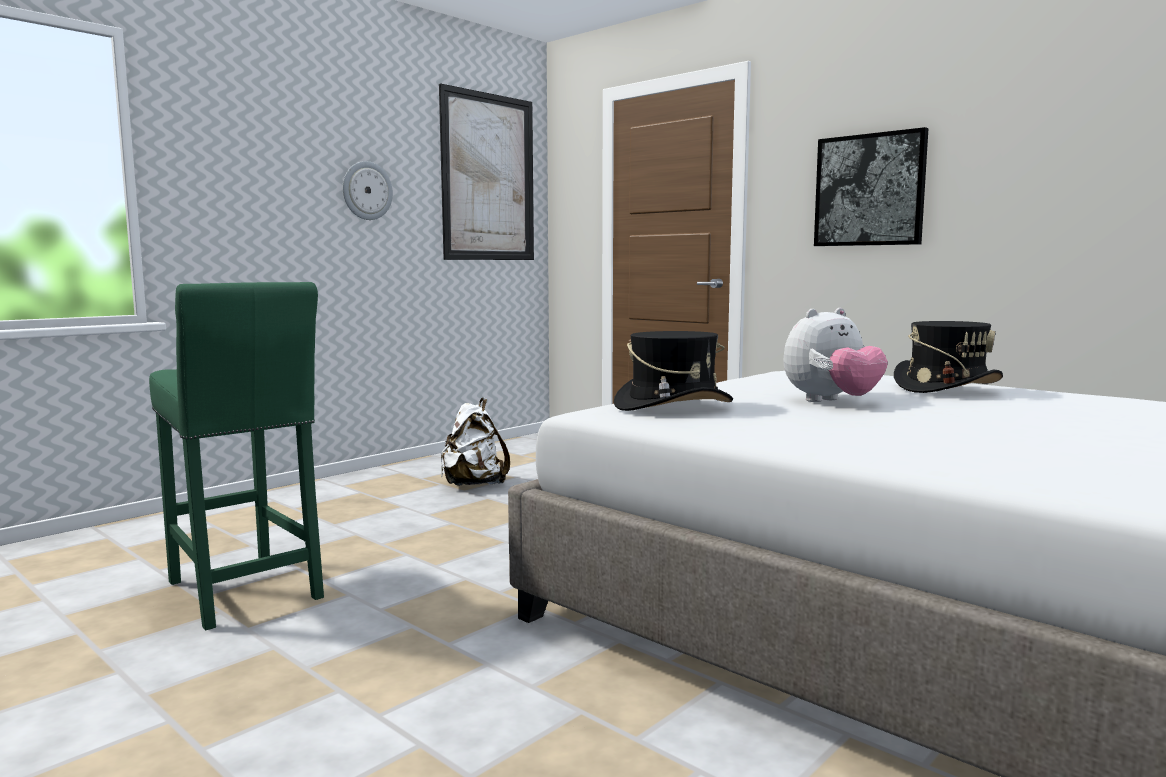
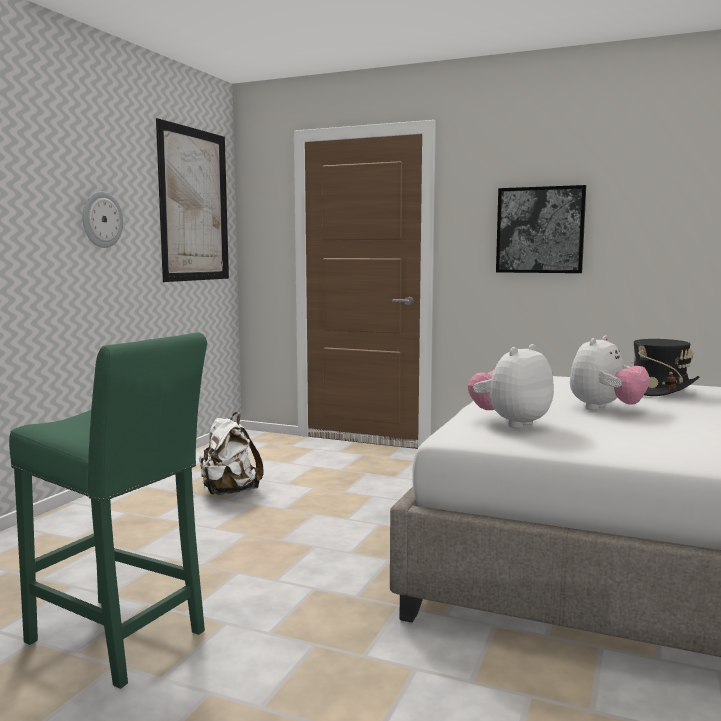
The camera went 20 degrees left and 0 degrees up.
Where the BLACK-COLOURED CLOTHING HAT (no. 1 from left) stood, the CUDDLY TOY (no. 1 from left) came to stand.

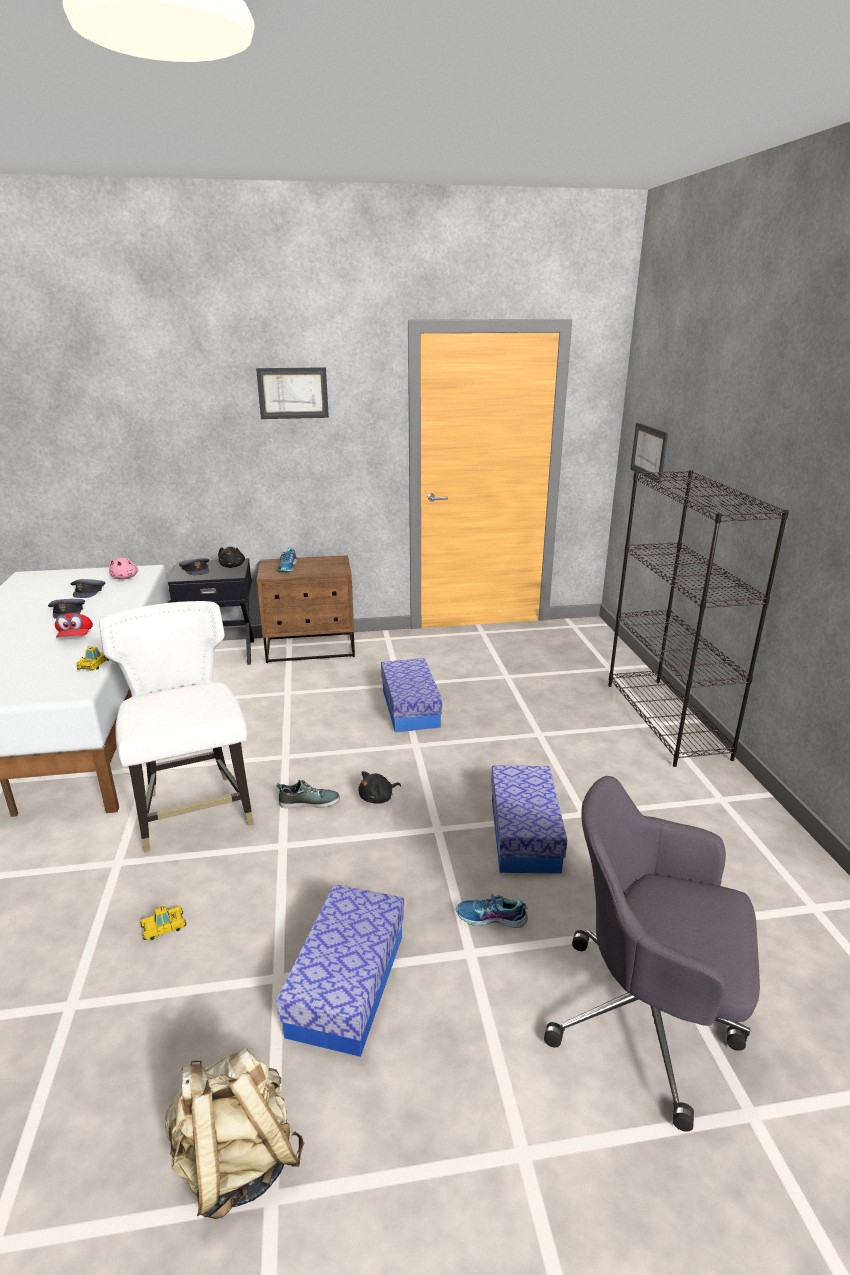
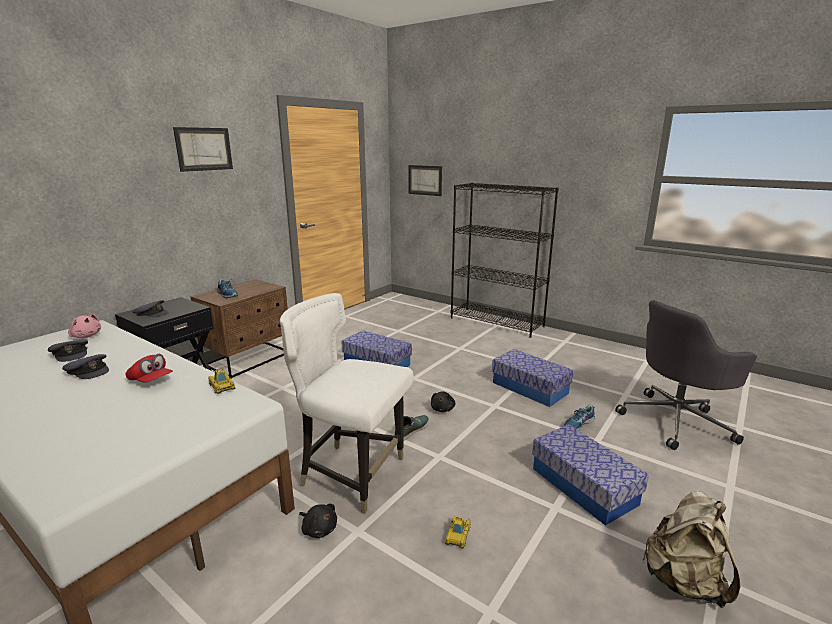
The camera went 45 degrees left and 5 degrees down.
The BLACK-COLOURED CUDDLY TOY (no. 1 from left) ended up elsewhere.

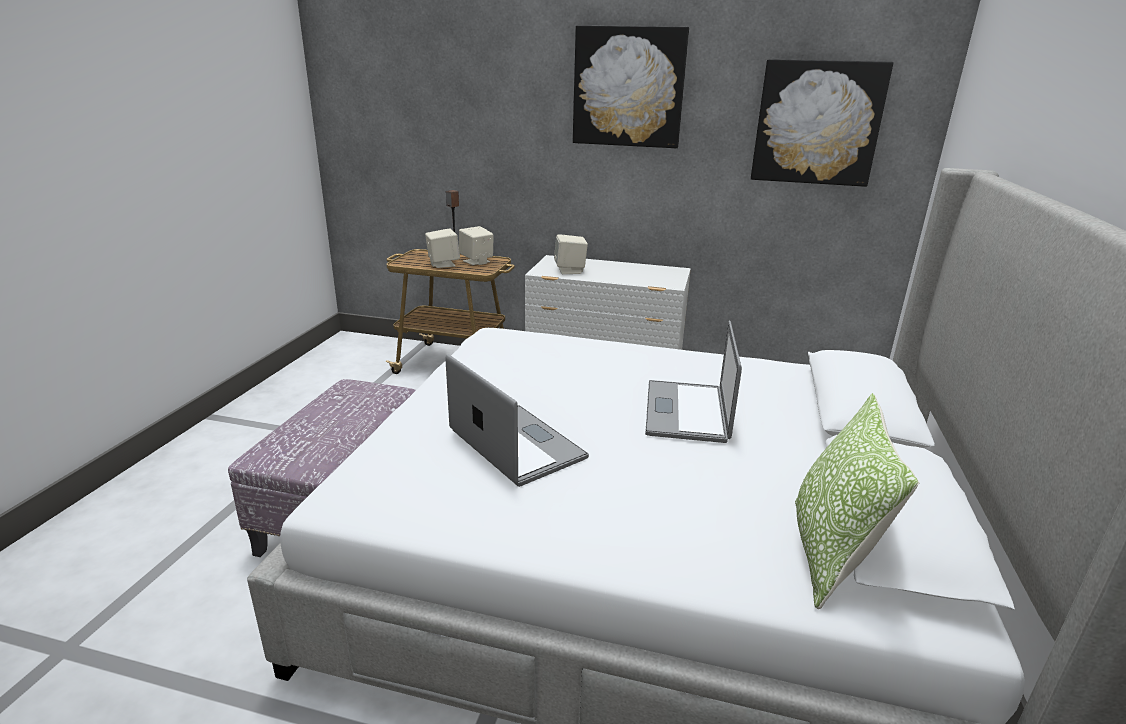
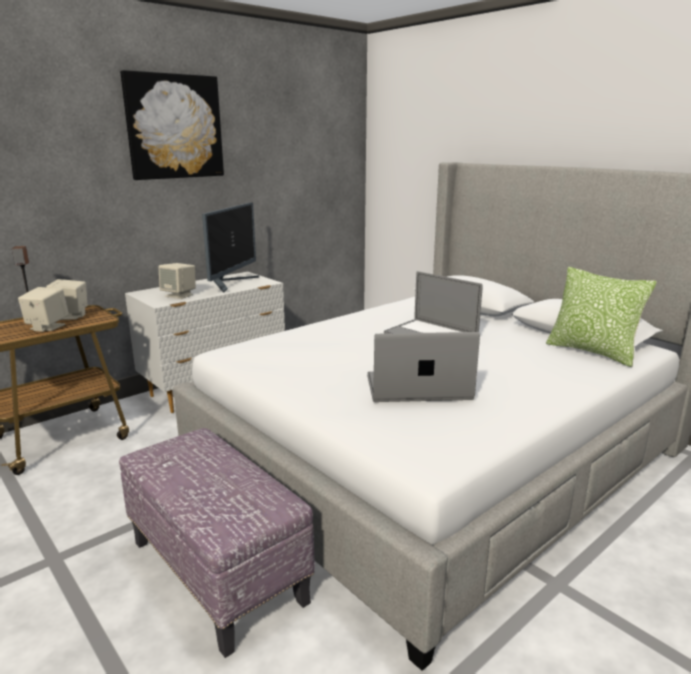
The camera went 55 degrees left and 5 degrees down.
The second view lost the WALL PICTURE (no. 2 from left).
The second view gained the COMPUTER DISPLAY.

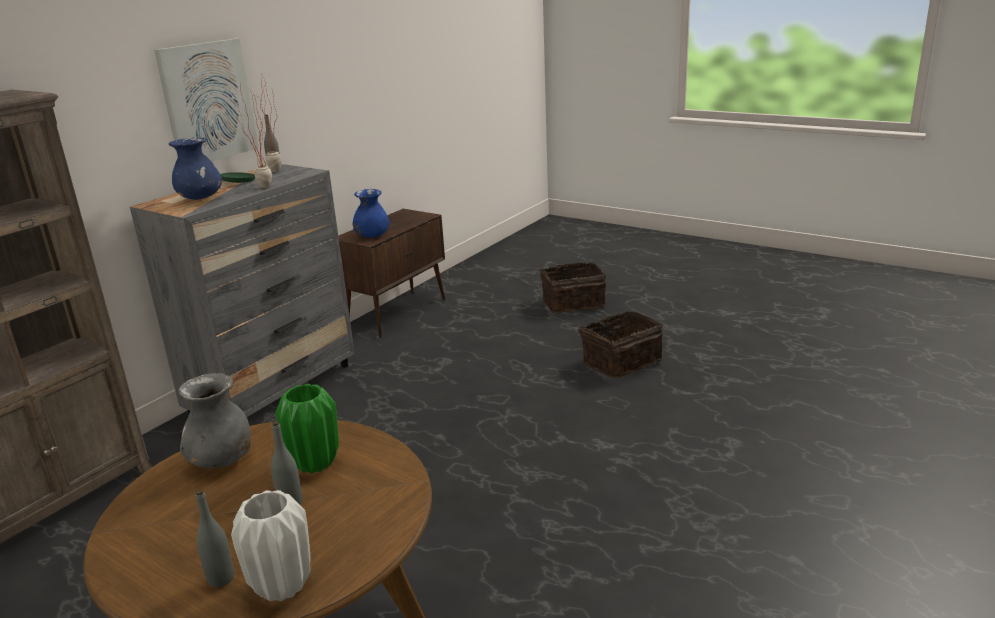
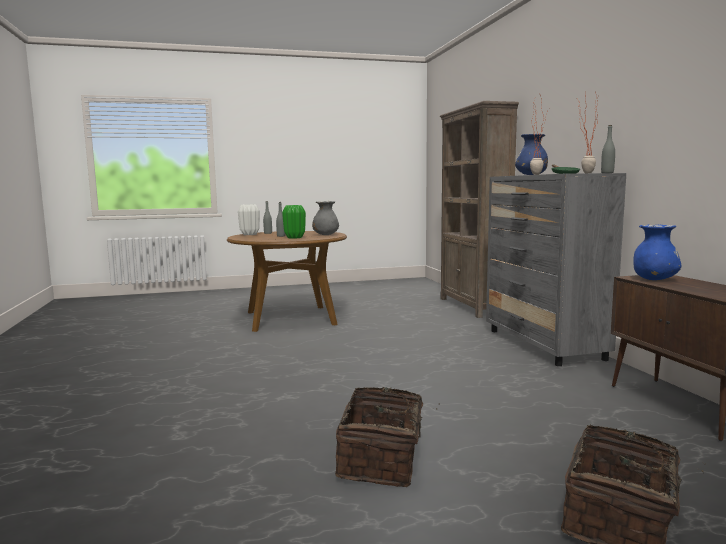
The camera went 130 degrees right and 15 degrees down.
The second view lost the WALL PICTURE.

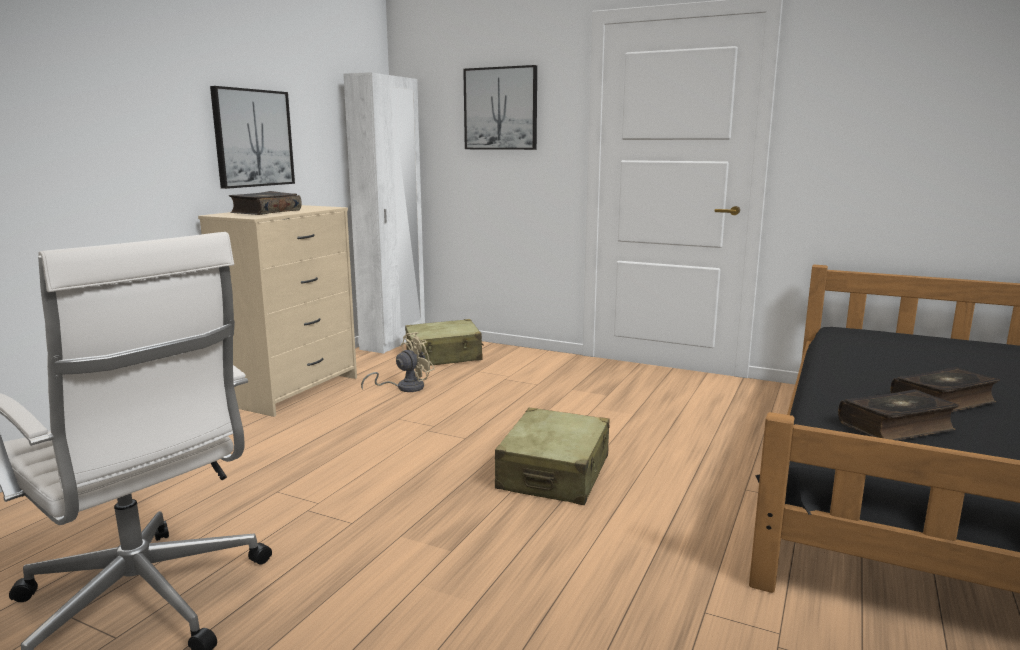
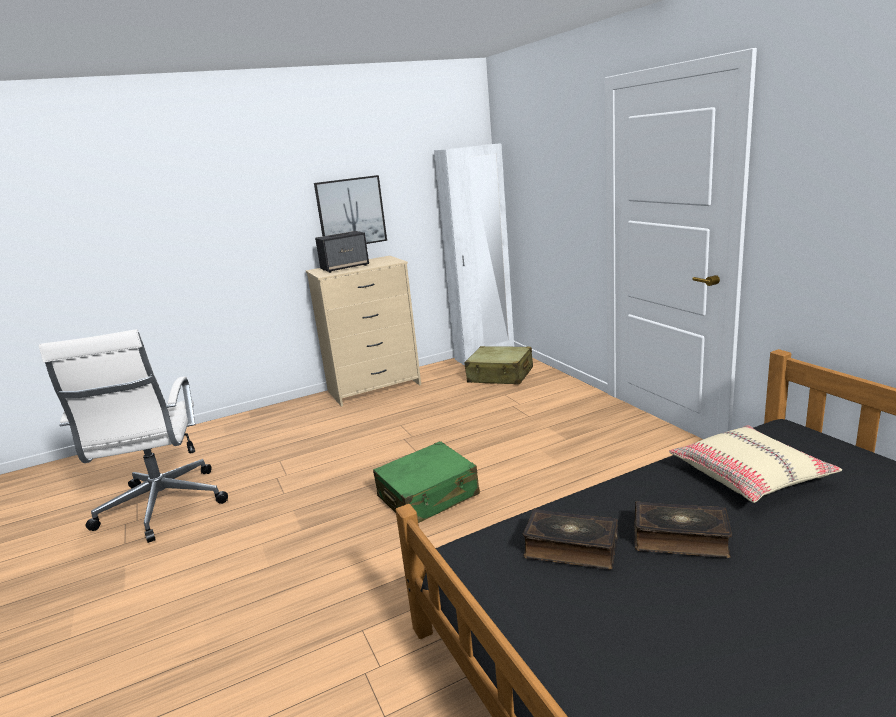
The camera went 40 degrees right and 5 degrees up.
Where the VOLUME (no. 1 from left) stood, the SPEAKER came to stand.
The second view lost the BEIGE FAN.
The second view lost the WALL PICTURE (no. 2 from left).
What was the BEIGE PIECE OF LUGGAGE (no. 2 from left) turned into the GREEN-COLOURED PIECE OF LUGGAGE.
The second view gained the BEIGE CUSHION.

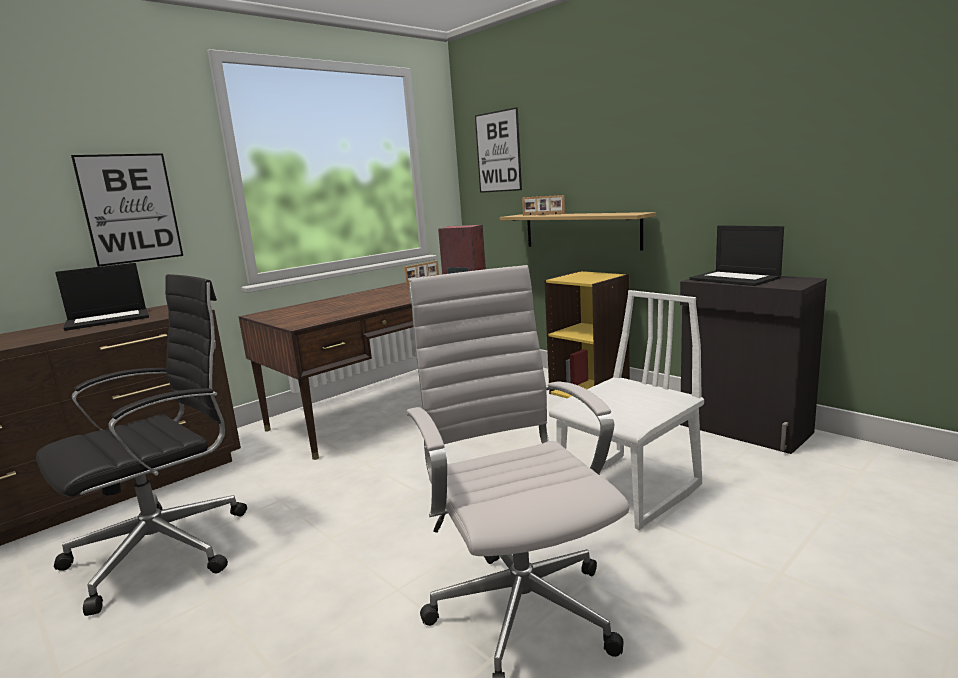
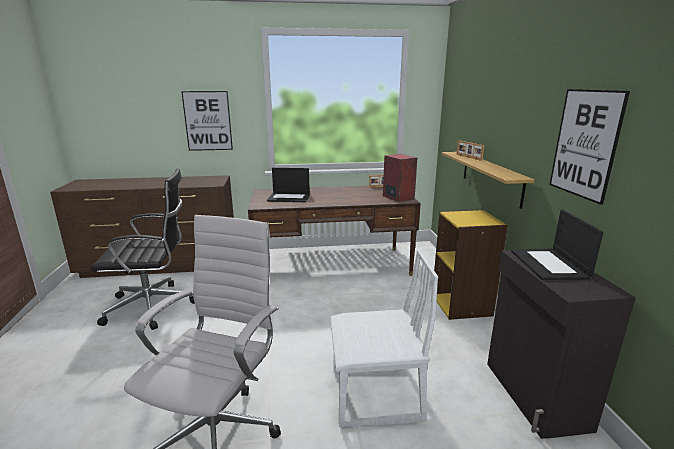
The camera went 35 degrees right and 5 degrees up.
The NOTEBOOK COMPUTER (no. 1 from left) ended up elsewhere.
The WALL PICTURE (no. 2 from left) ended up elsewhere.

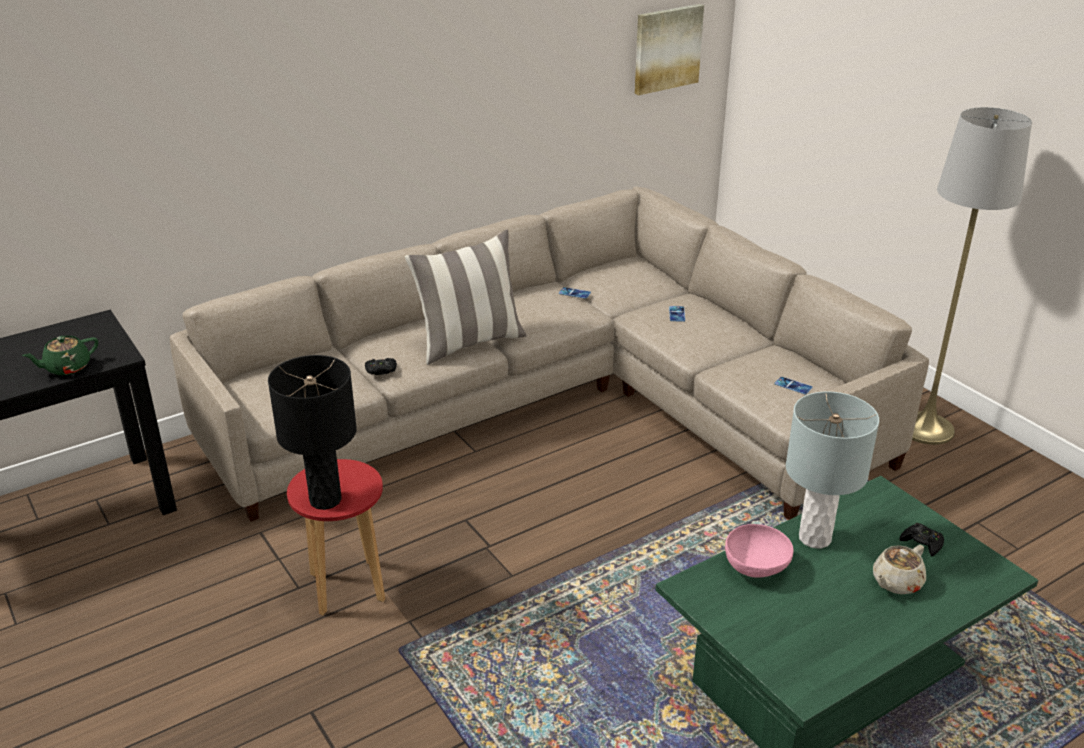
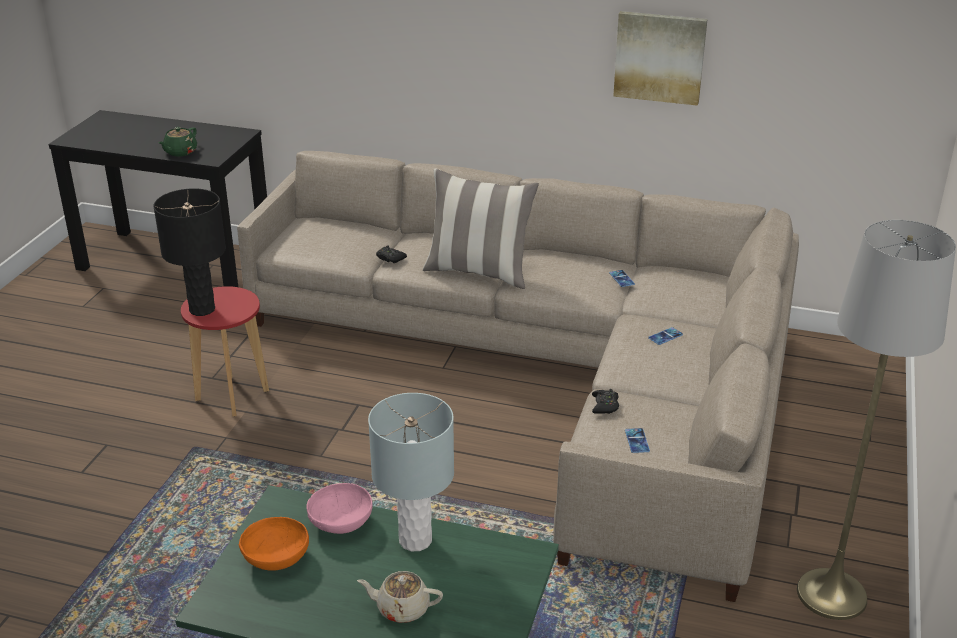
The camera went 50 degrees right and 0 degrees up.
The GREEN-COLOURED TEA POT ended up facing another way, 75 degrees counterclockwise from before.
The WALL PICTURE ended up elsewhere.
The BLACK-COLOURED GAMEPAD (no. 2 from left) ended up elsewhere.
The second view gained the ORANGE DEEP DISH.

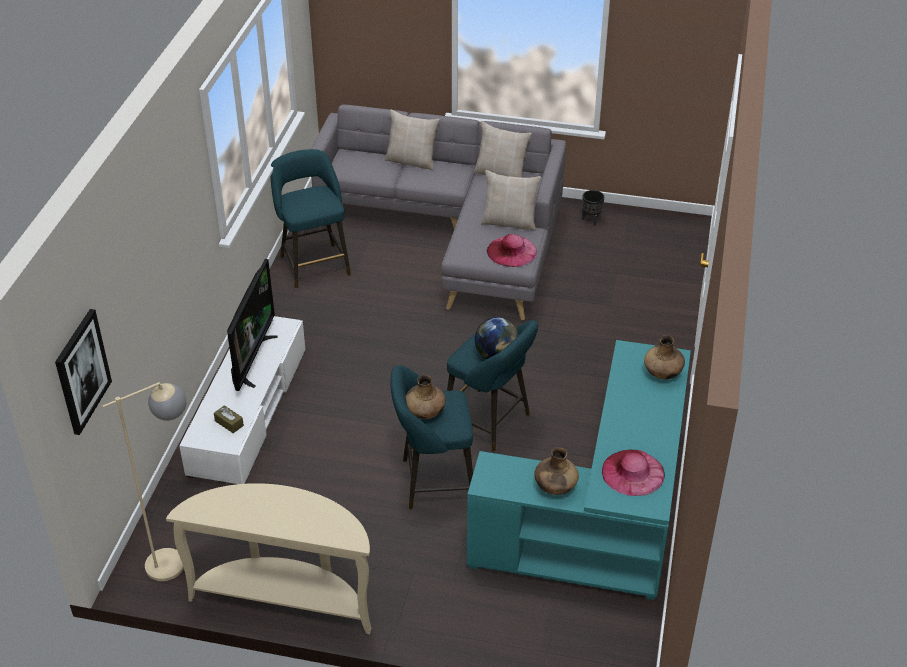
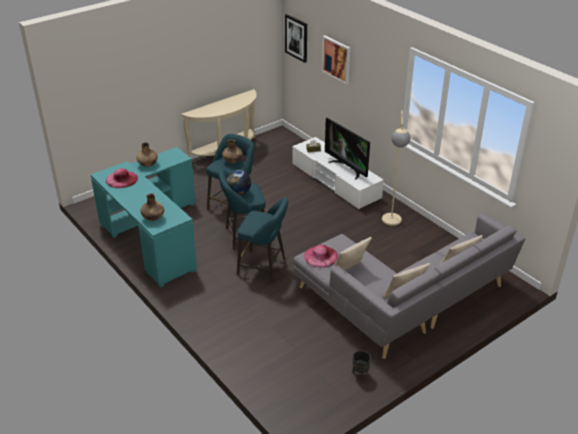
The camera went 130 degrees right and 5 degrees down.
The BEIGE STANDING LAMP ended up elsewhere.
The TURQUOISE STOOL SEAT (no. 1 from left in the first image) ended up elsewhere.
The second view gained the WALL PICTURE (no. 2 from left).

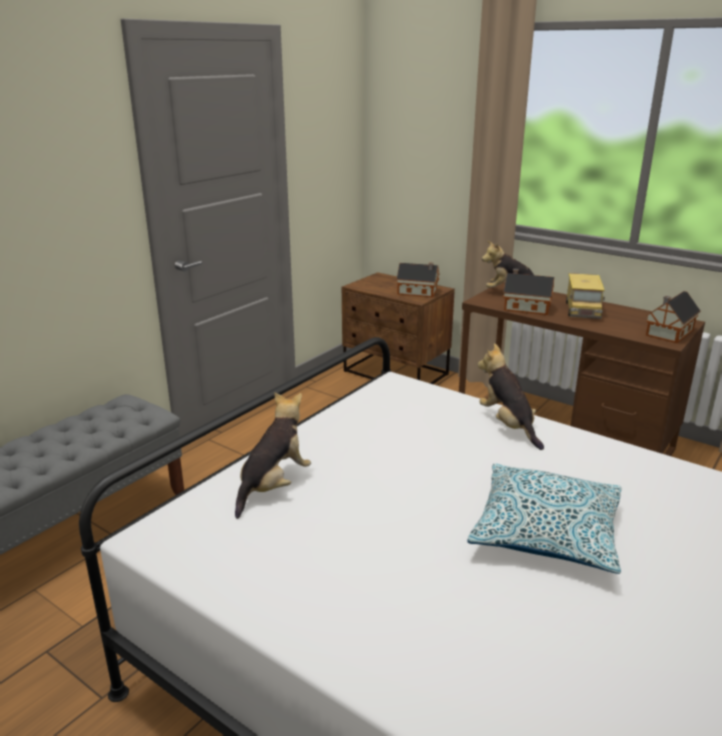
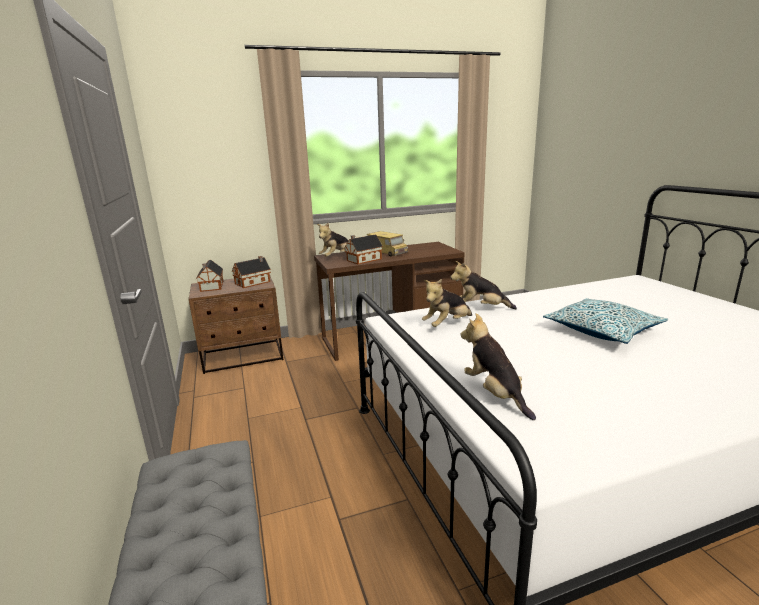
The camera went 55 degrees left and 5 degrees down.
The MODEL HOUSE (no. 3 from left in the first image) ended up elsewhere.
The second view gained the CUDDLY TOY (no. 2 from left).

